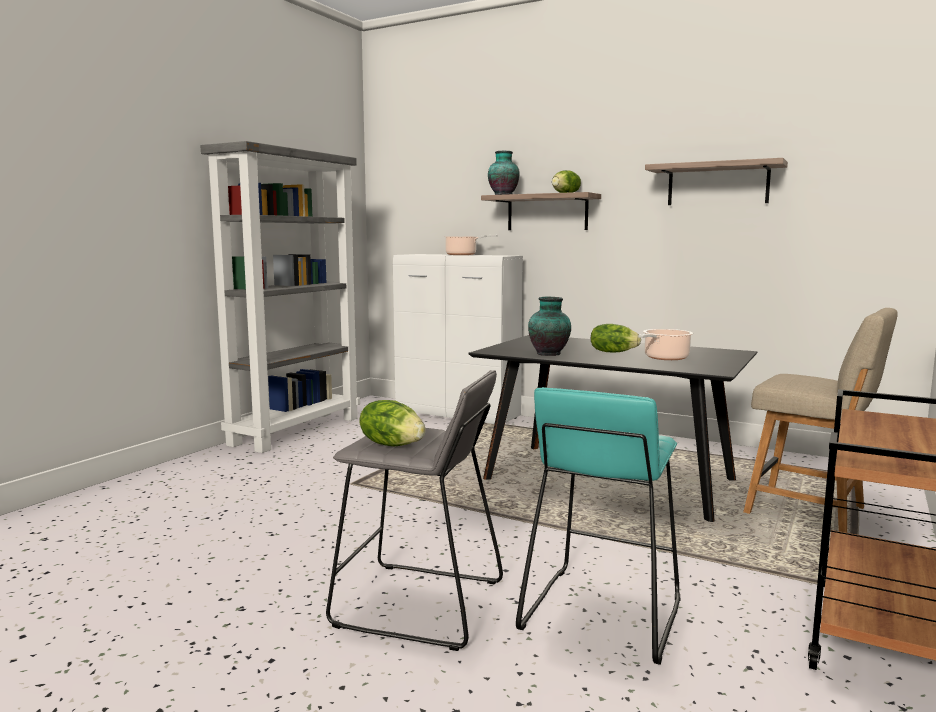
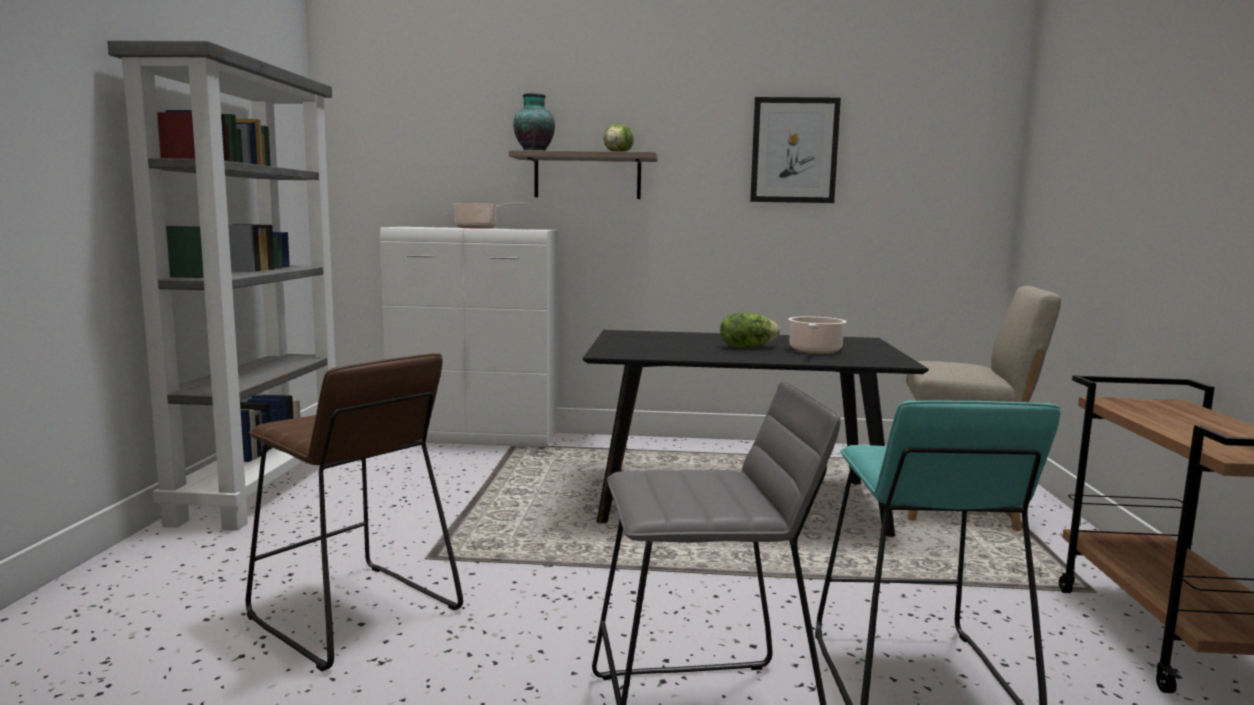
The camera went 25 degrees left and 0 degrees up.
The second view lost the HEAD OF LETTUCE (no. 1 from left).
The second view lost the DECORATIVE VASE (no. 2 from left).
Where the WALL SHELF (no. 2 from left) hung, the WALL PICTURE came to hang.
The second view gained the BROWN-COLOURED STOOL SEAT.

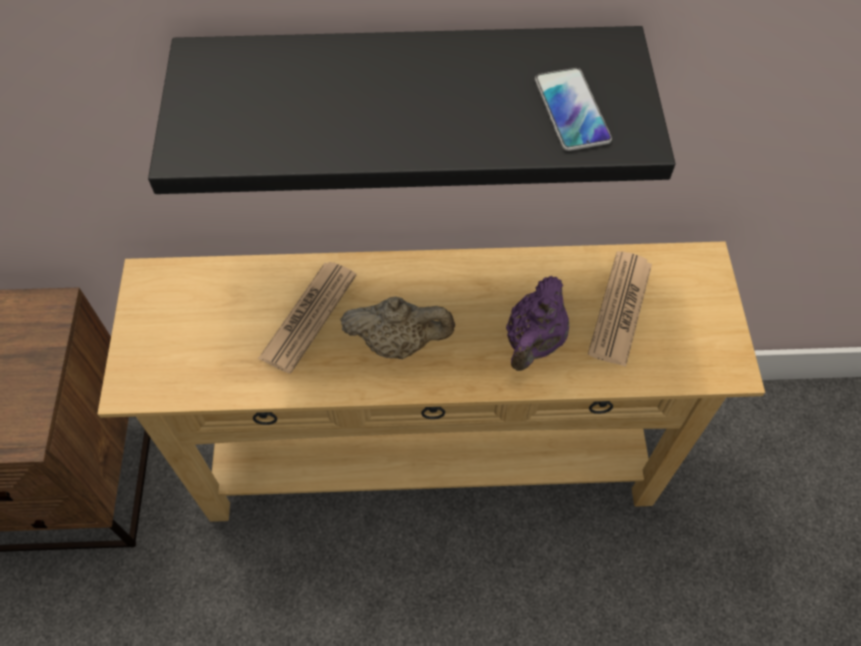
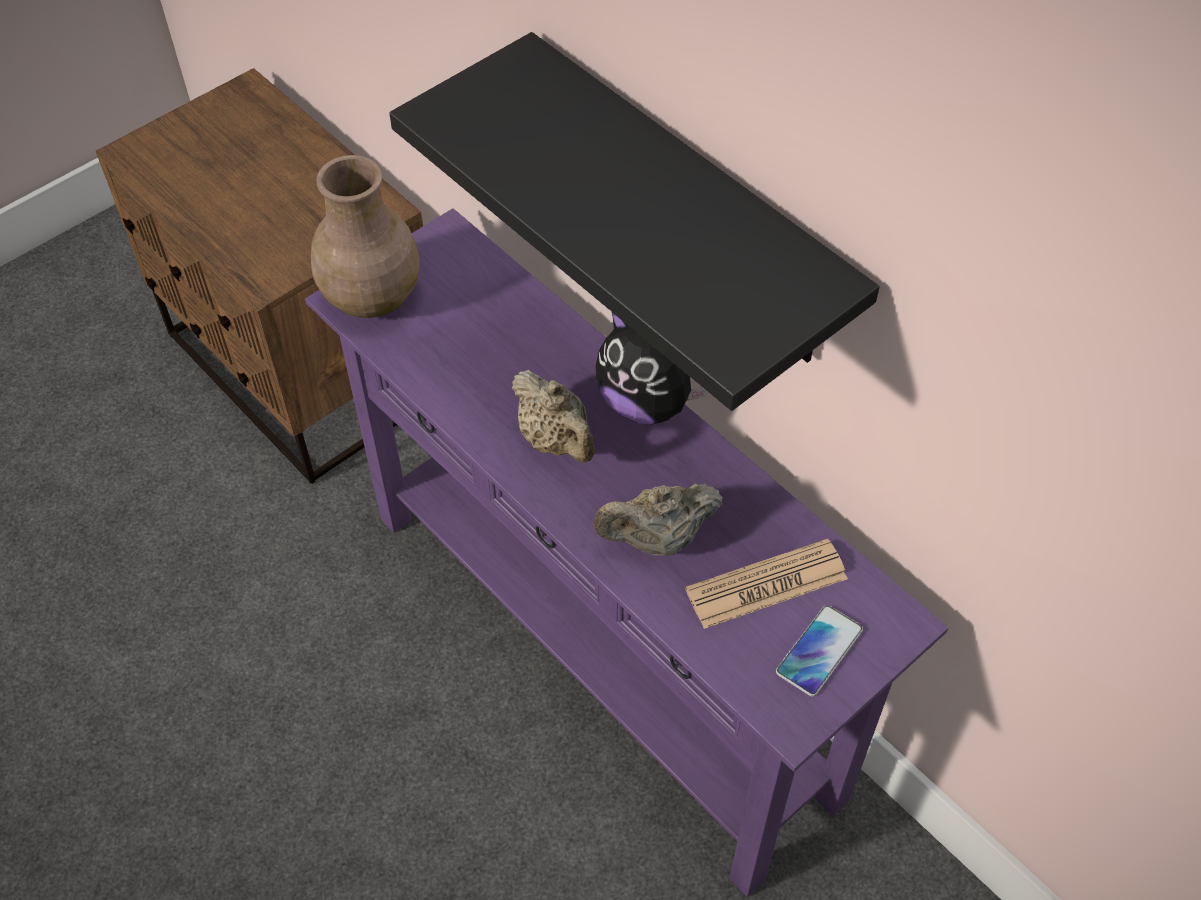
The camera went 50 degrees right and 5 degrees down.
What was the BEIGE NARROW TABLE turned into the PURPLE NARROW TABLE.
The second view lost the NEWSPAPER (no. 1 from left).
What was the PURPLE TEA POT turned into the BEIGE TEA POT (no. 2 from left).
The PHONE ended up elsewhere.
The second view gained the BROWN-COLOURED DECORATIVE VASE.
The second view gained the CUDDLY TOY.

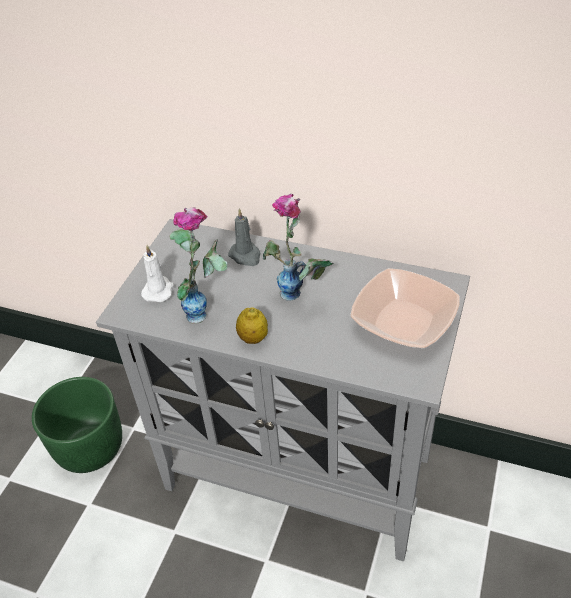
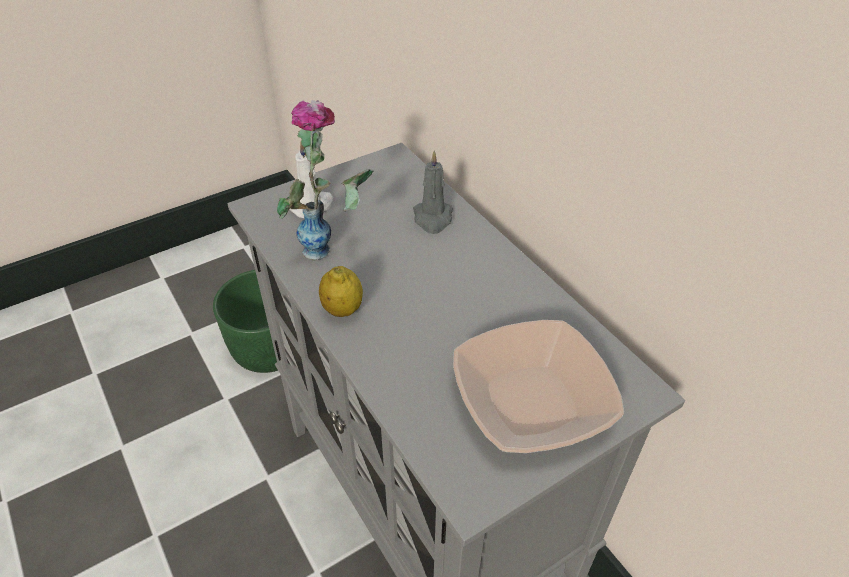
The camera went 35 degrees right and 0 degrees up.
The second view lost the DECORATIVE VASE (no. 2 from left).

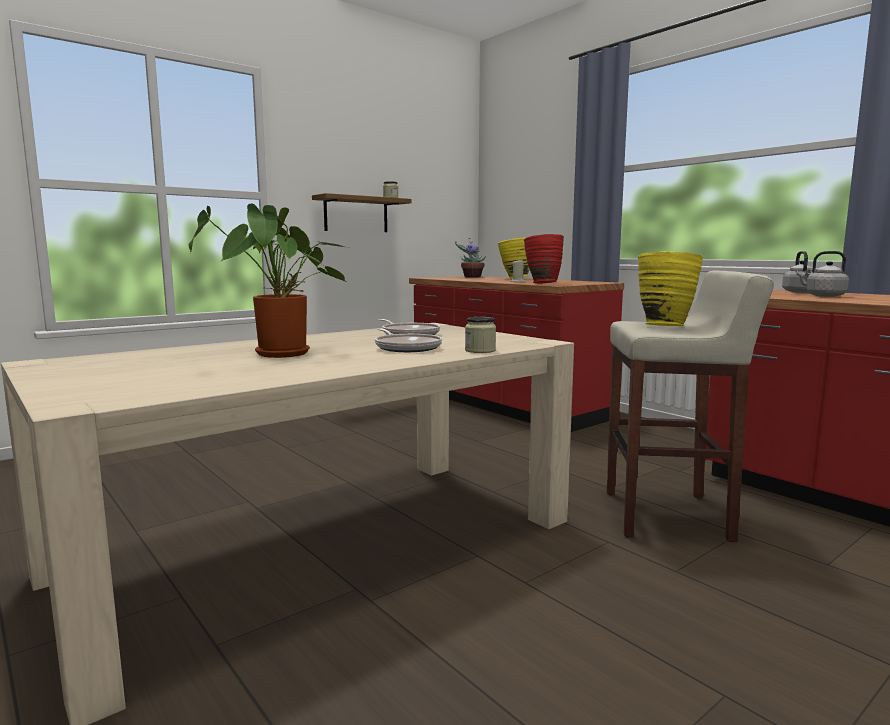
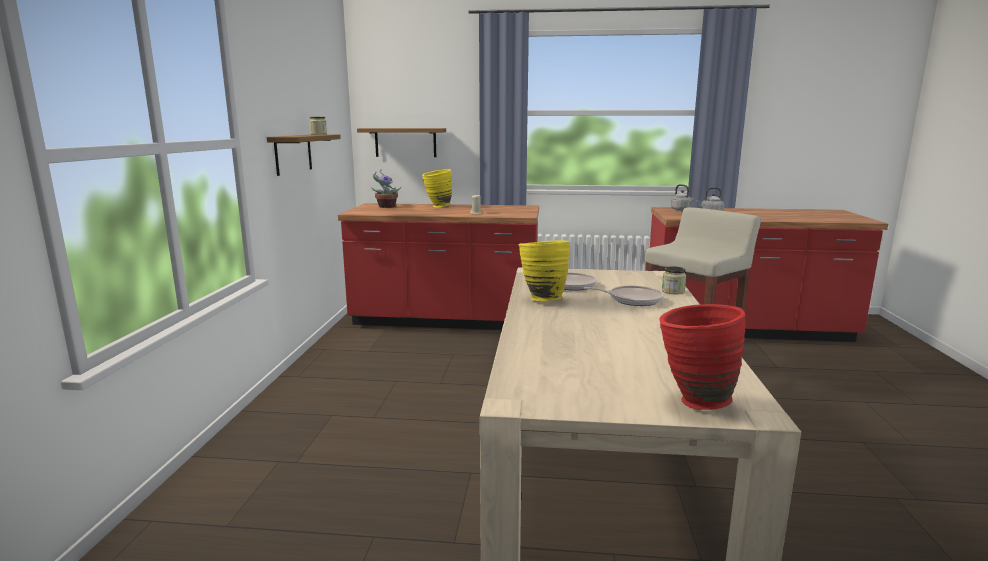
The camera went 45 degrees left and 5 degrees up.
The second view lost the PLANT IN A POT (no. 1 from left).
The REDDISH DECORATIVE VASE ended up elsewhere.
The YELLOW-COLOURED DECORATIVE VASE (no. 2 from left) ended up elsewhere.
The second view gained the WALL SHELF (no. 2 from left).

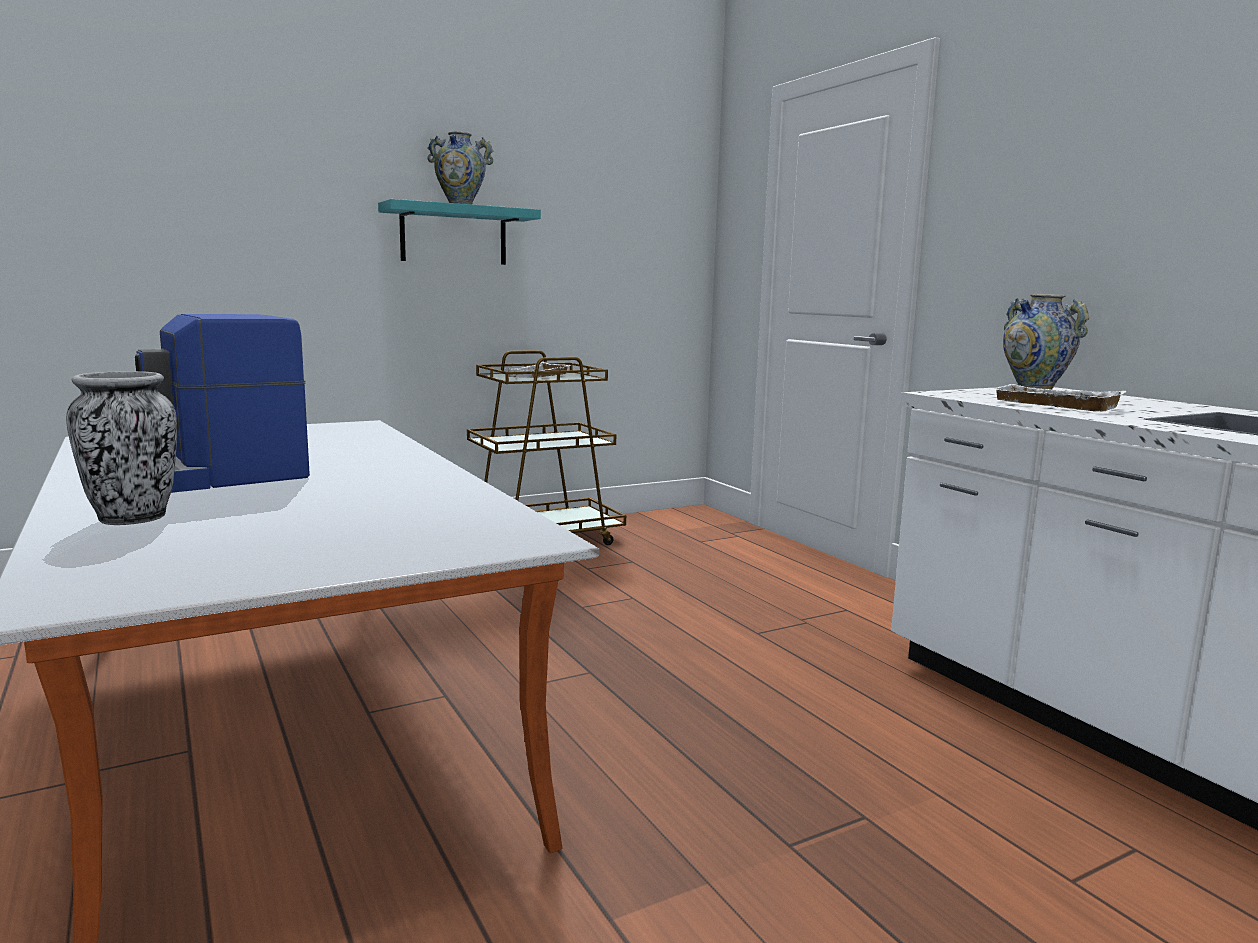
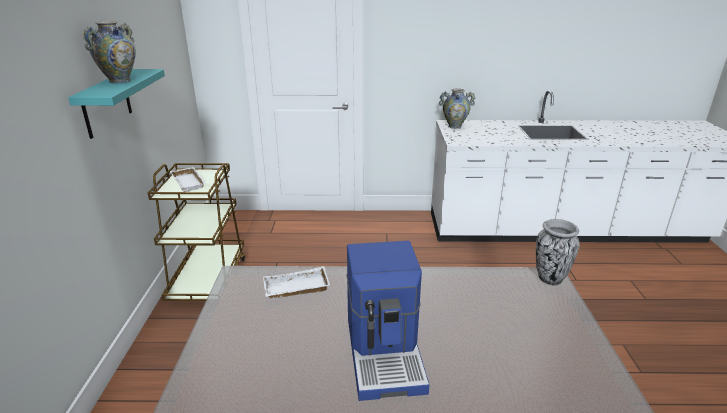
The camera went 60 degrees left and 15 degrees up.
The DECORATIVE VASE (no. 1 from left in the first image) ended up elsewhere.
The WHITISH TRAY (no. 2 from left) ended up elsewhere.

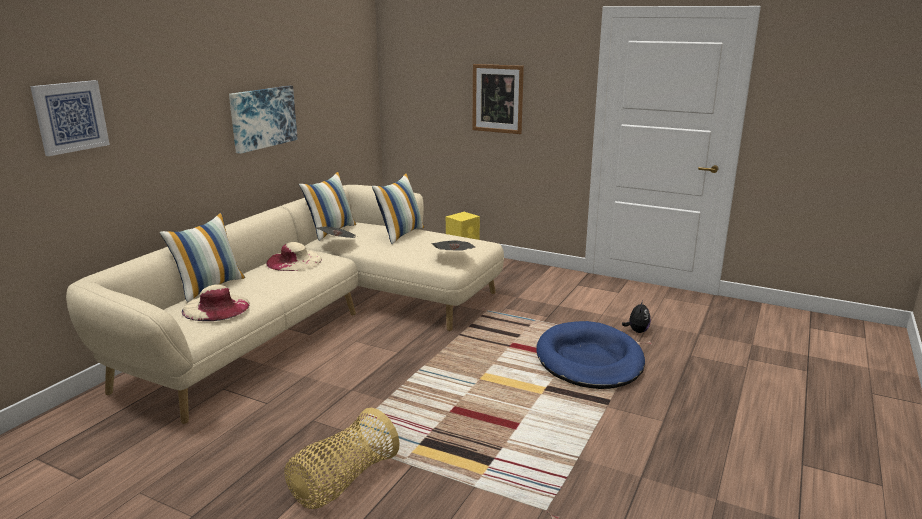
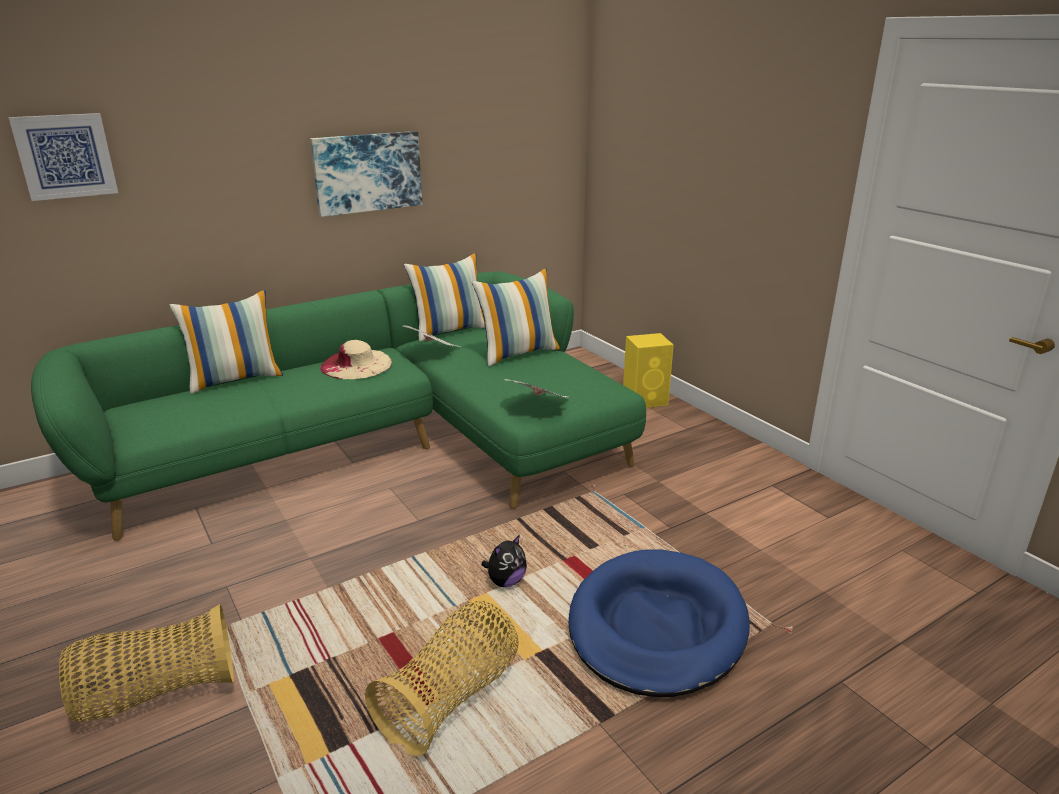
The camera went 30 degrees right and 5 degrees up.
What was the BEIGE SETTEE turned into the GREEN-COLOURED SETTEE.
The second view lost the BEIGE CLOTHING HAT (no. 1 from left).
The second view lost the WALL PICTURE (no. 3 from left).
The CUDDLY TOY ended up elsewhere.
The second view gained the STORAGE BASKET (no. 2 from left).

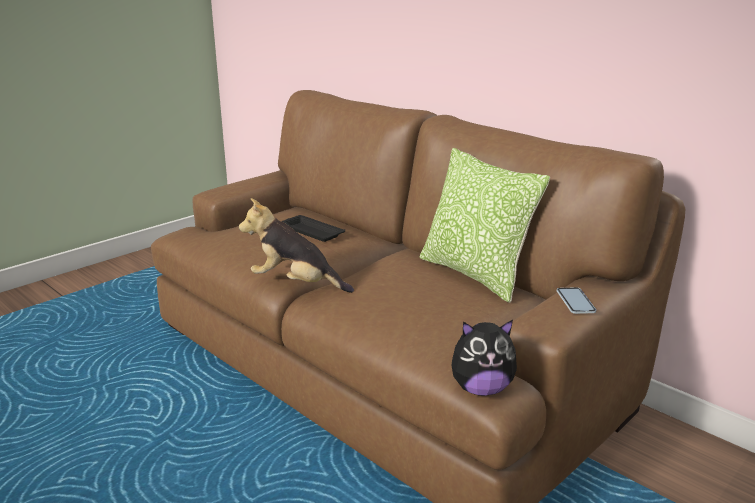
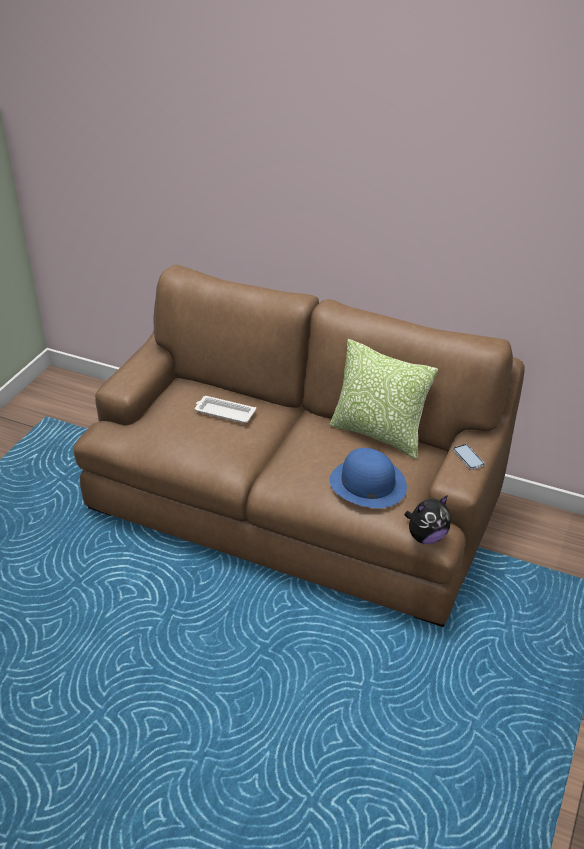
The camera went 20 degrees left and 15 degrees up.
The second view lost the CUDDLY TOY (no. 1 from left).
What was the BLACK-COLOURED TRAY turned into the WHITISH TRAY.
The second view gained the BLUE CLOTHING HAT.

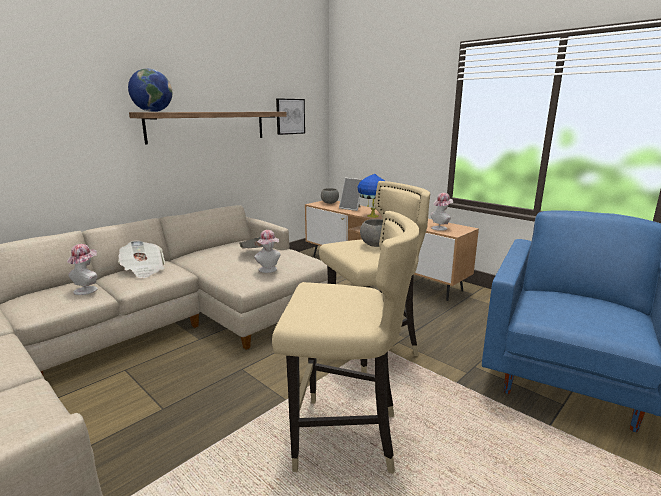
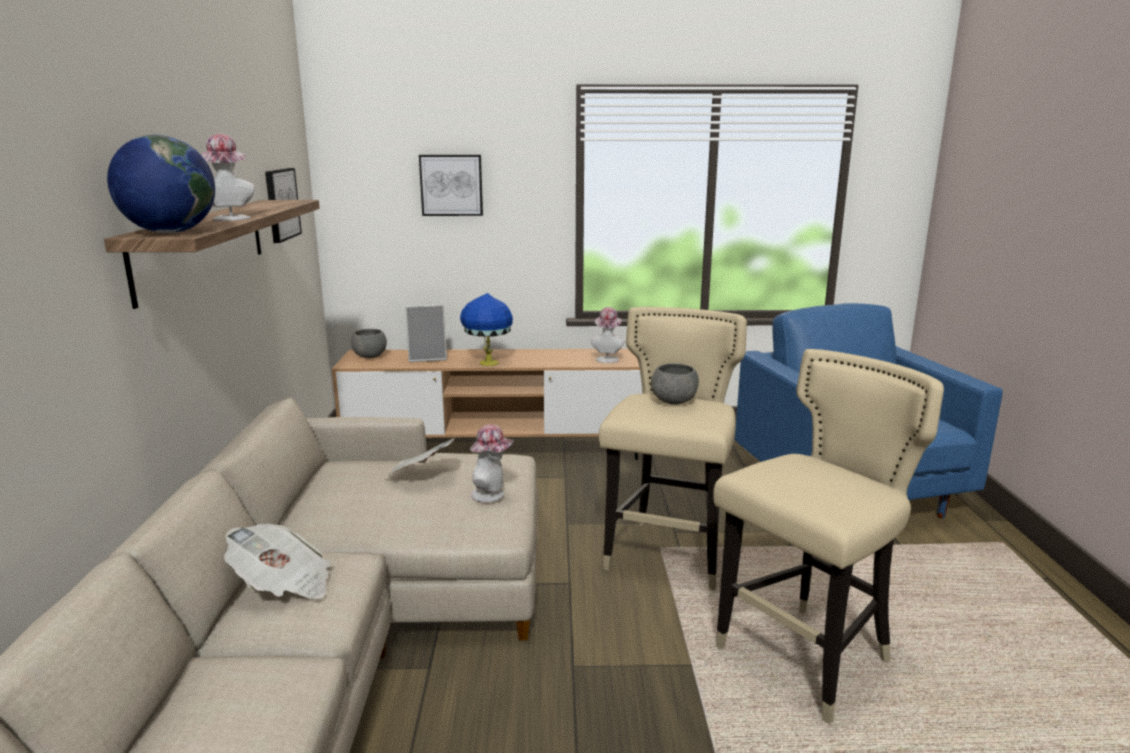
The camera went 45 degrees left and 0 degrees up.
The CLOTHING HAT (no. 1 from left) ended up elsewhere.
The second view gained the WALL PICTURE (no. 2 from left).

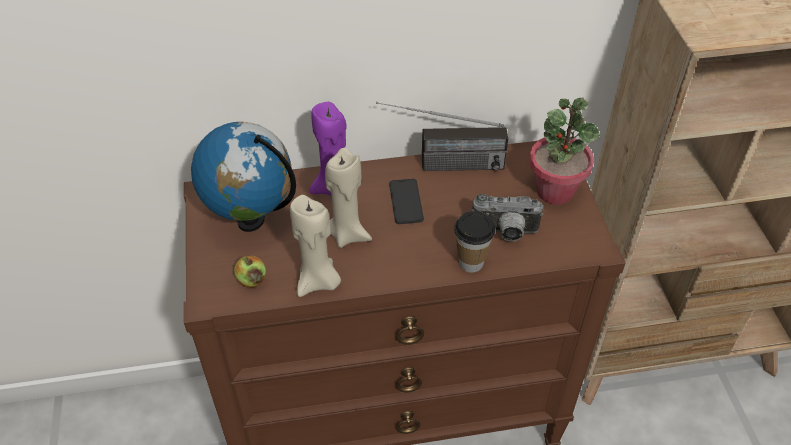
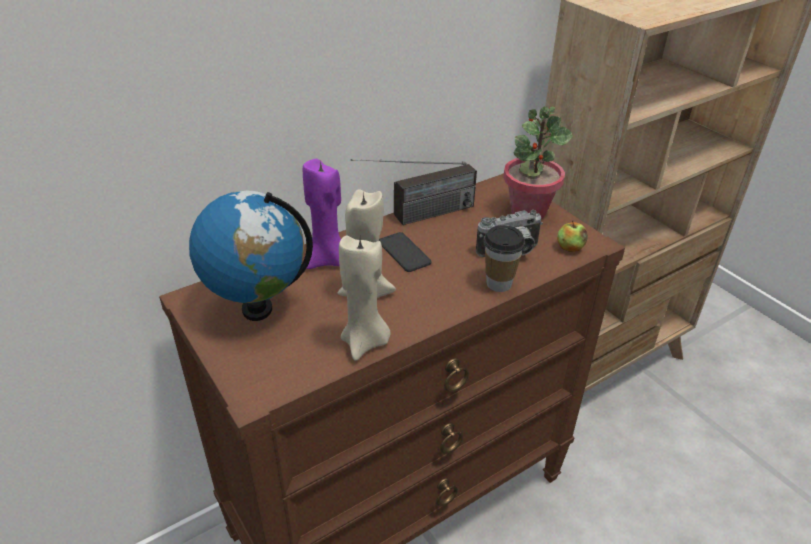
The camera went 25 degrees left and 10 degrees down.
The APPLE ended up elsewhere.

